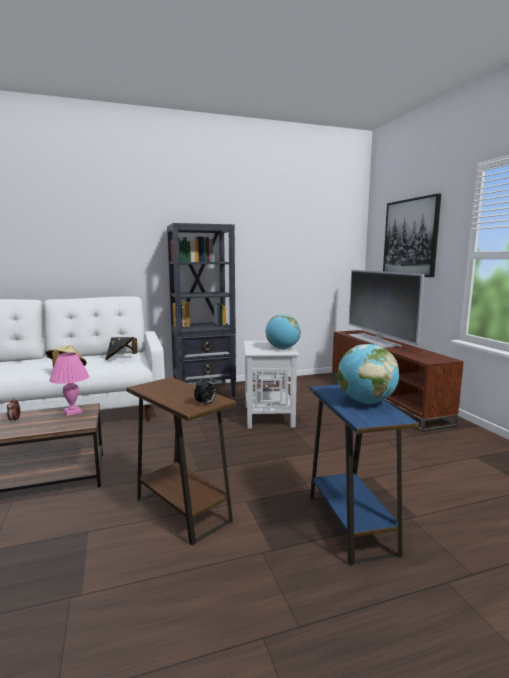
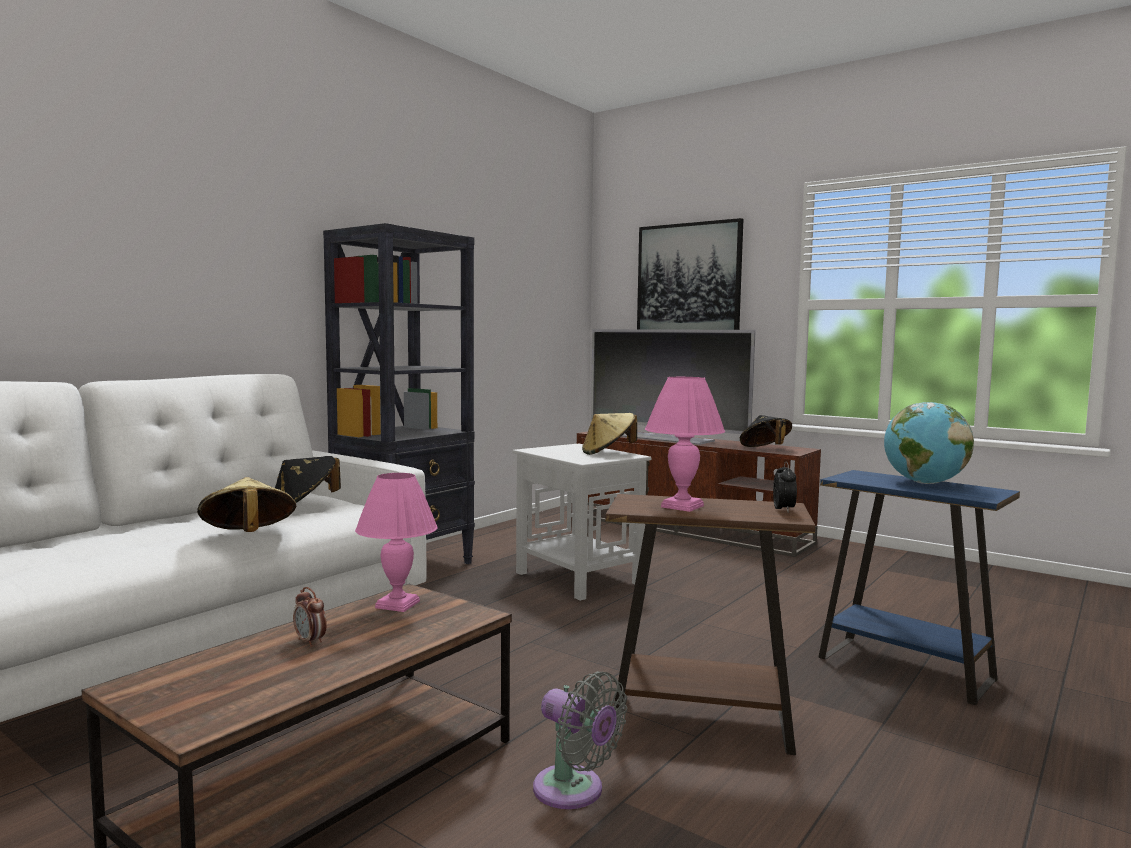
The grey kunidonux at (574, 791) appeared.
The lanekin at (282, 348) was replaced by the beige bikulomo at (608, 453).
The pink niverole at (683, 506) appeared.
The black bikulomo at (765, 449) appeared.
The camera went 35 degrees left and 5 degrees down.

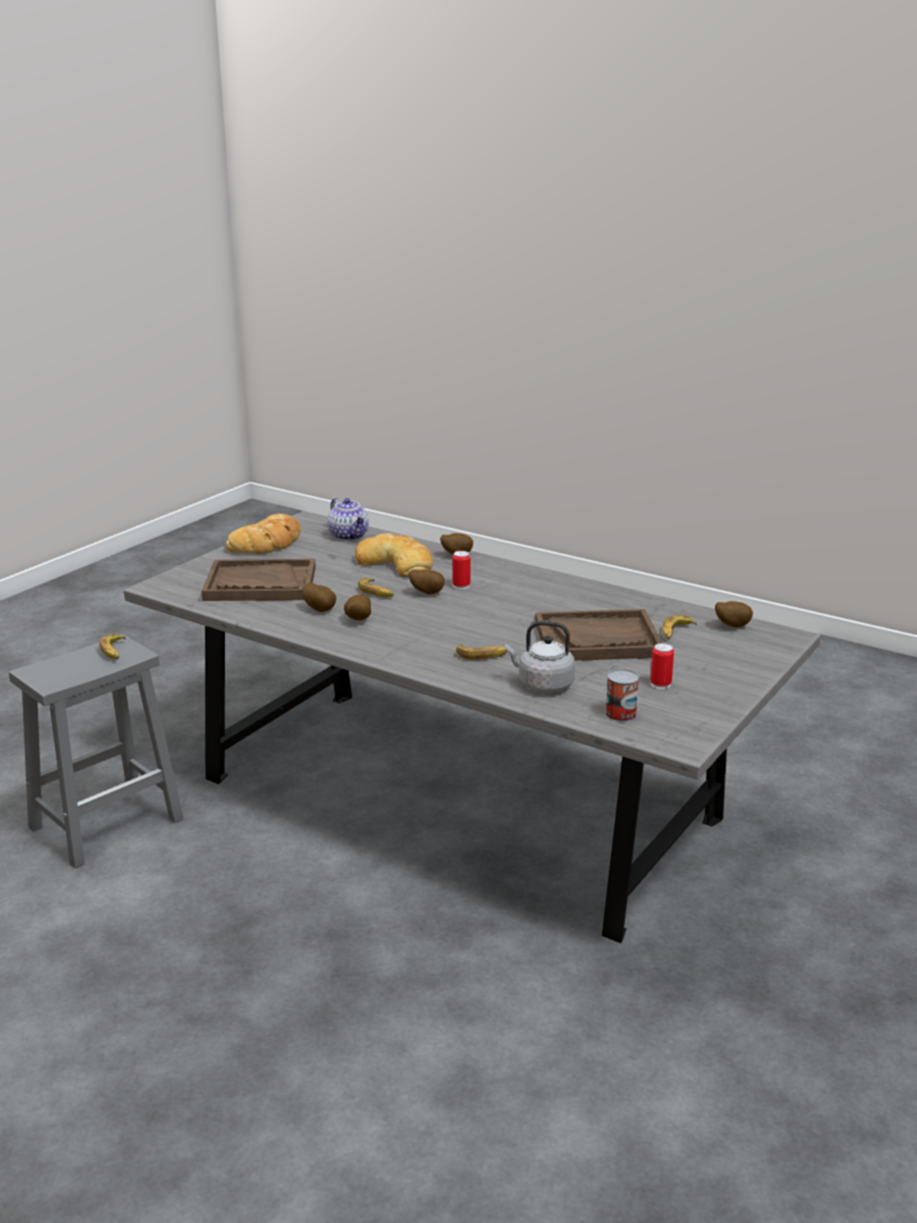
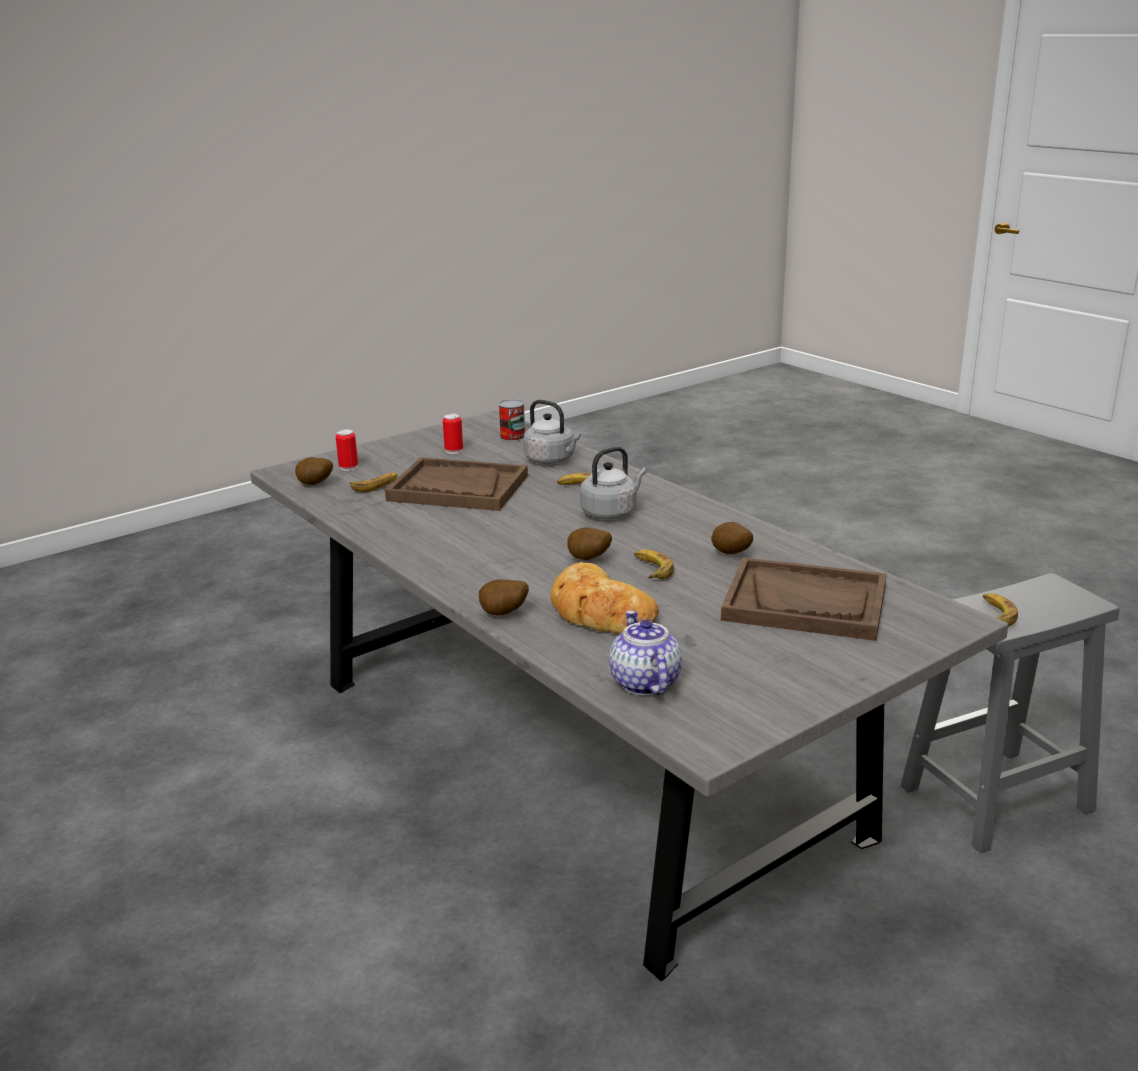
The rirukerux moved from (461, 586) to (348, 467).
The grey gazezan at (611, 512) appeared.
The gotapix at (268, 543) disappeared.
The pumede at (357, 621) disappeared.
The camera went 160 degrees left and 0 degrees up.

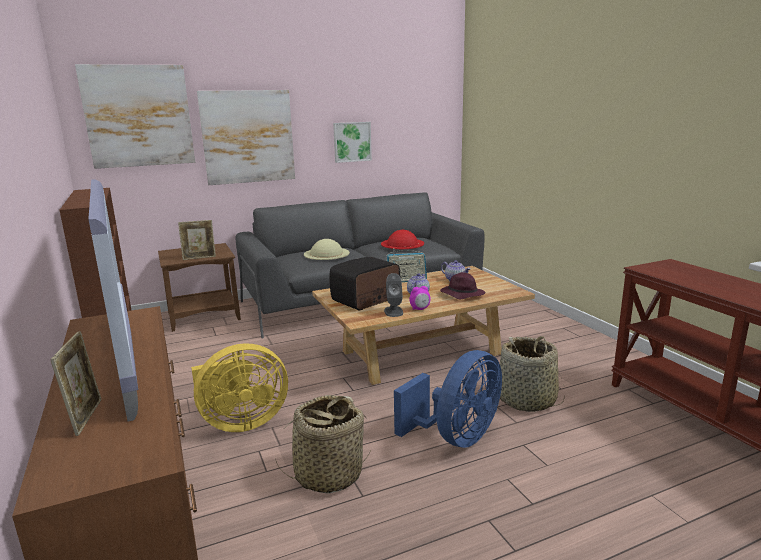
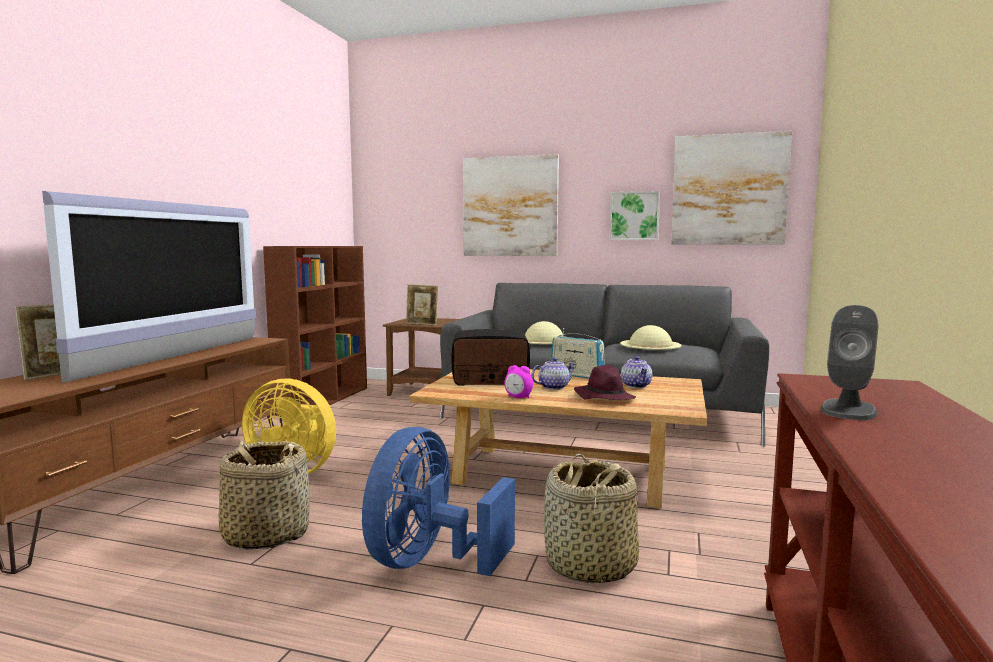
The blue kunidonux at (456, 437) turned 120 degrees clockwise.
The red bikulomo at (402, 243) became the beige bikulomo at (650, 344).
The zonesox moved from (138, 116) to (729, 190).
The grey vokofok moved from (393, 311) to (848, 410).
The camera went 40 degrees right and 10 degrees down.

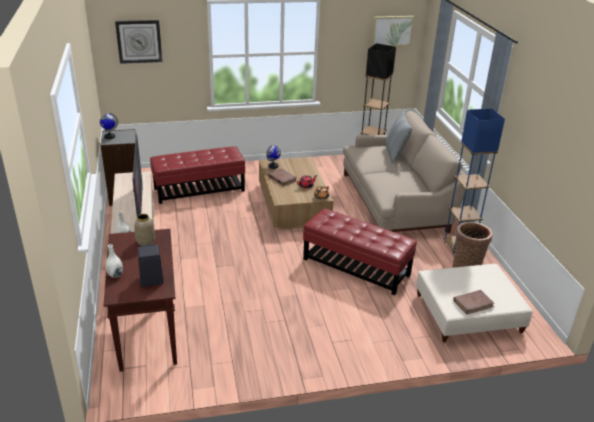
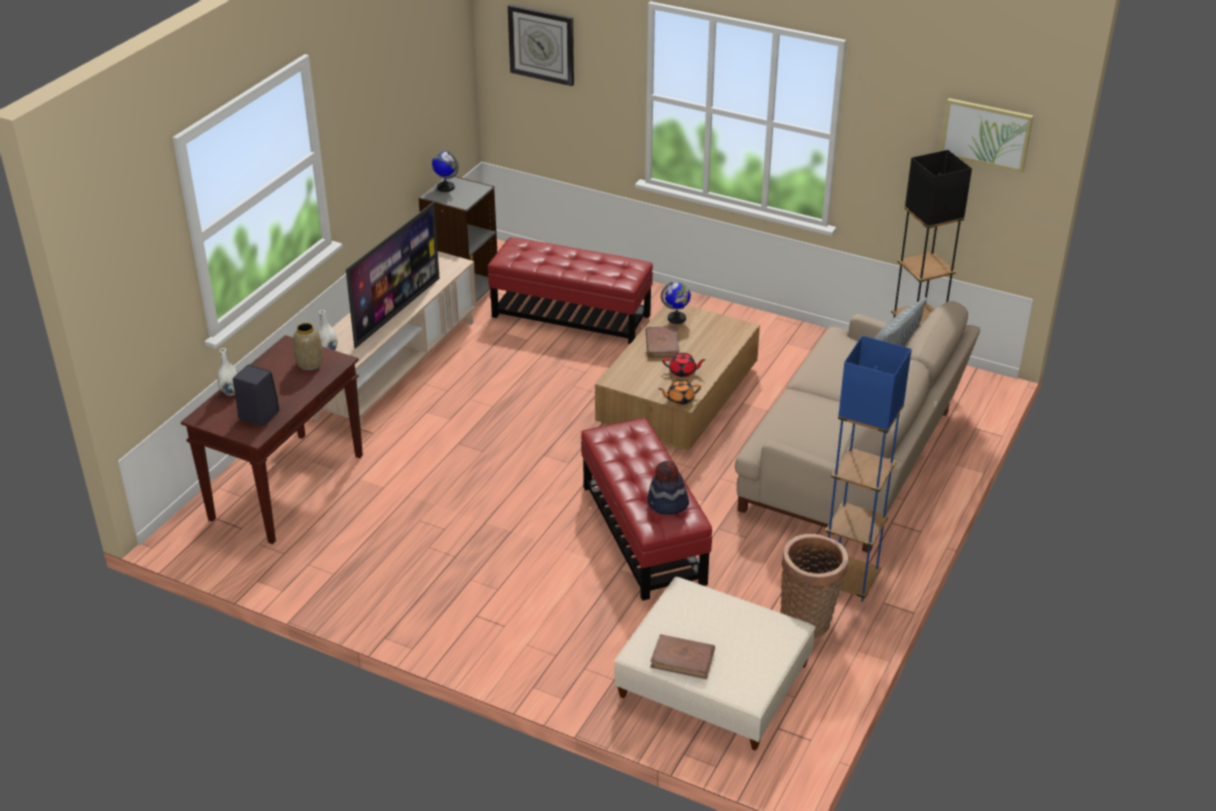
The bikulomo at (667, 504) appeared.
The camera went 40 degrees right and 5 degrees up.

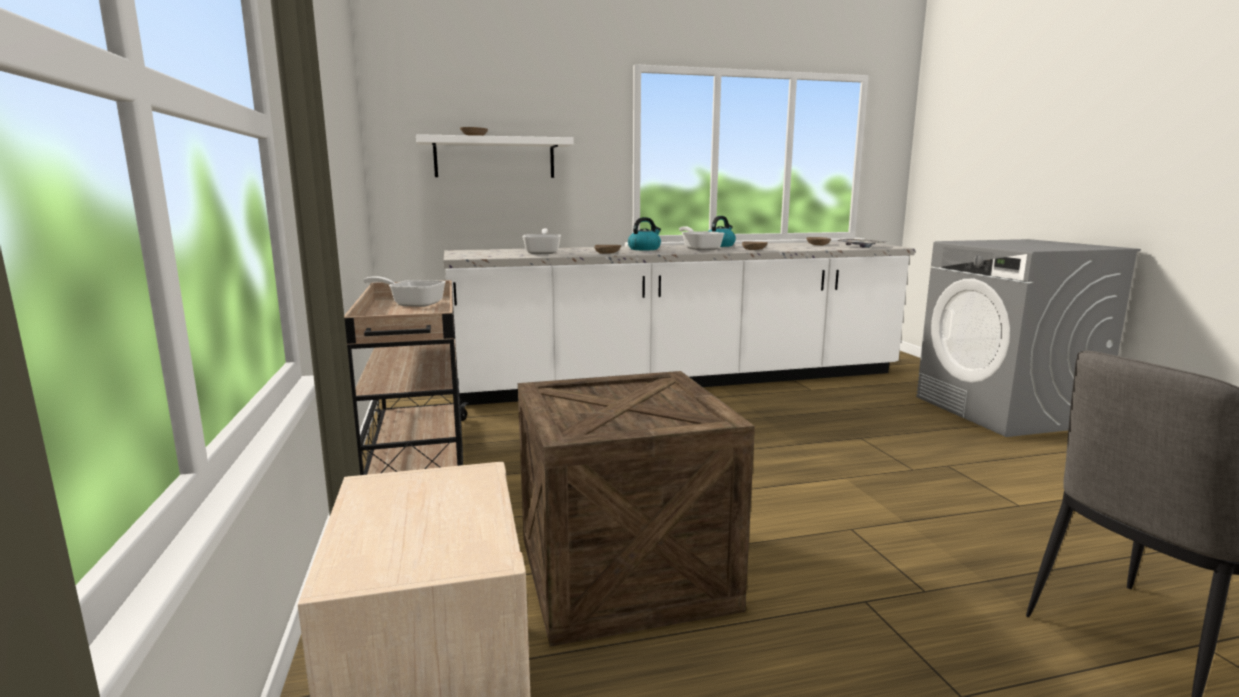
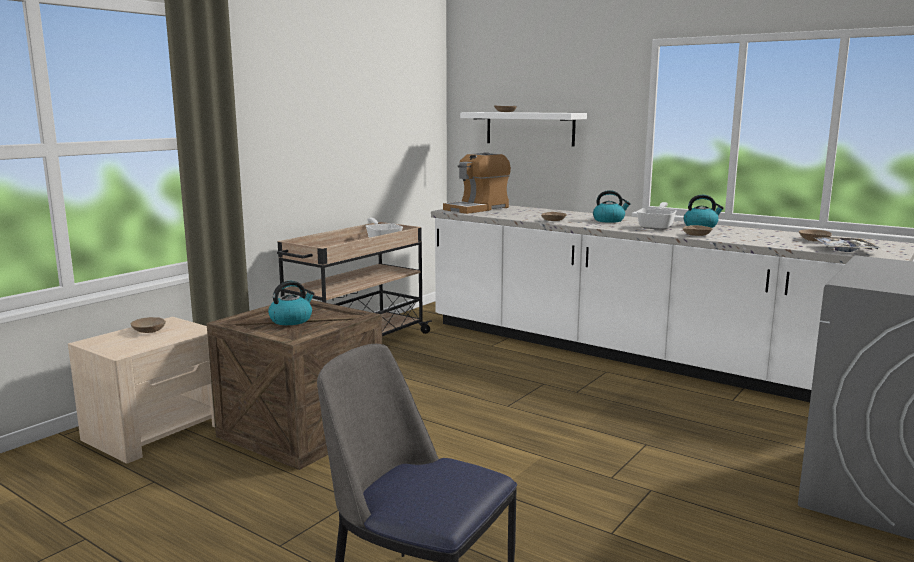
The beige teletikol at (149, 330) appeared.
The gazezan at (291, 320) appeared.
The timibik at (477, 208) appeared.
The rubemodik at (543, 252) disappeared.
The camera went 50 degrees right and 0 degrees up.

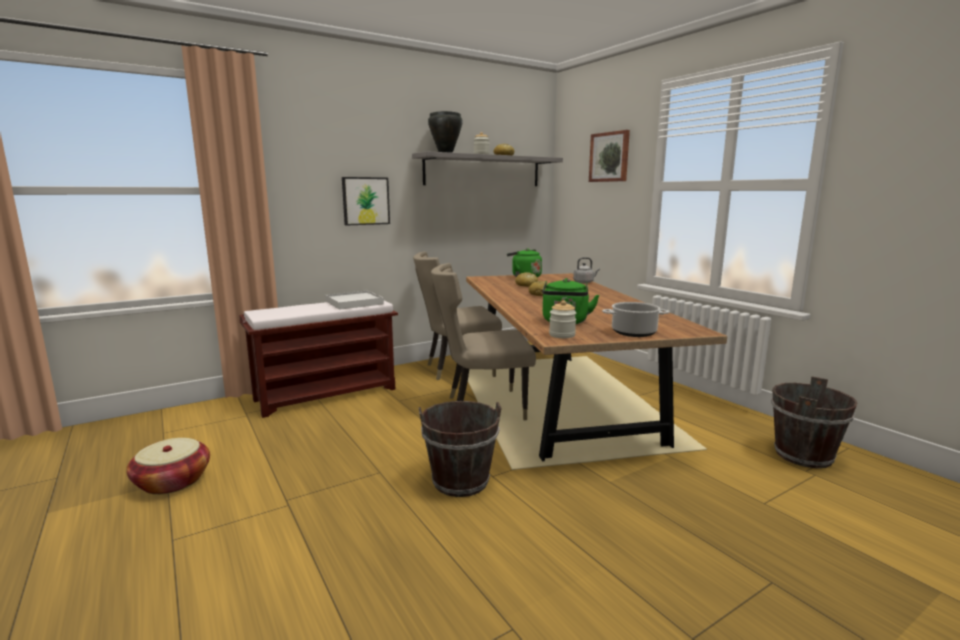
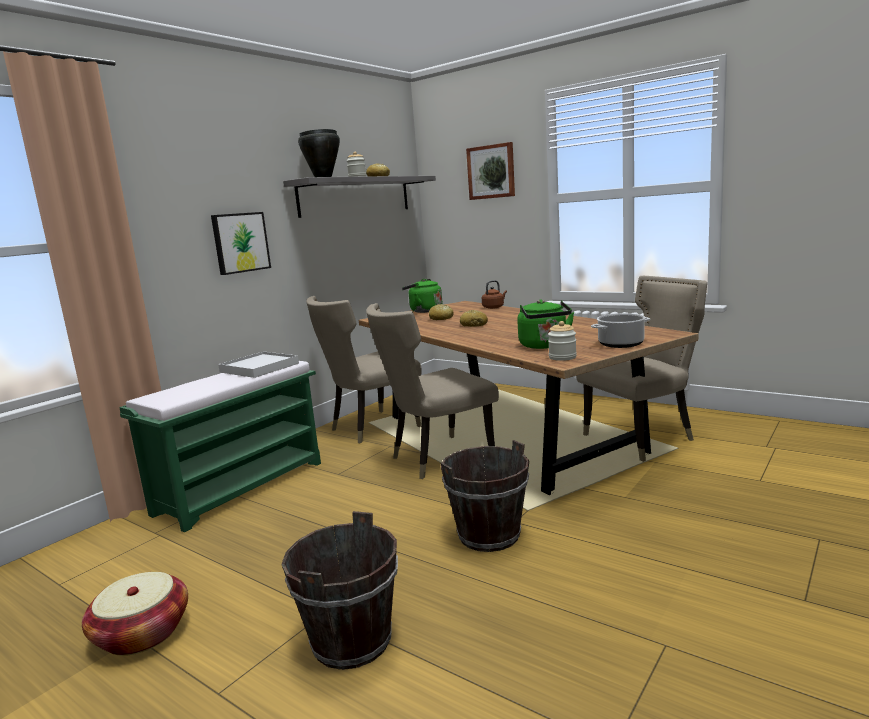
The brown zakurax at (327, 394) became the green zakurax at (242, 487).
The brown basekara moved from (804, 456) to (352, 642).
The grey gazezan at (584, 282) became the brown gazezan at (494, 307).
The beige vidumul at (643, 438) appeared.
The camera went 20 degrees left and 0 degrees up.

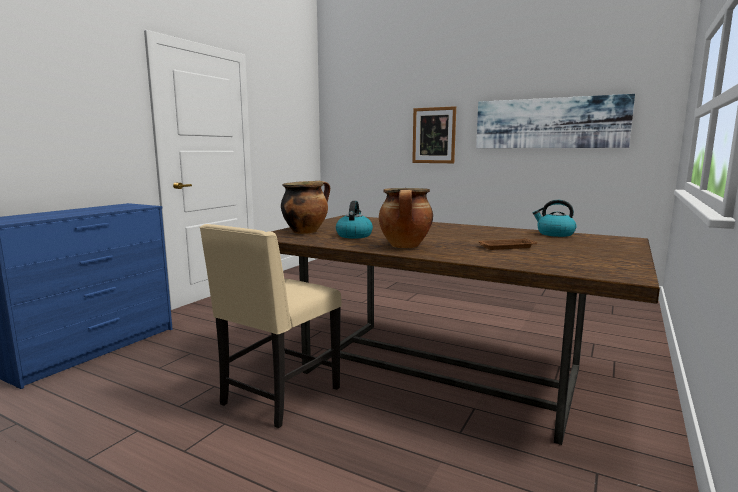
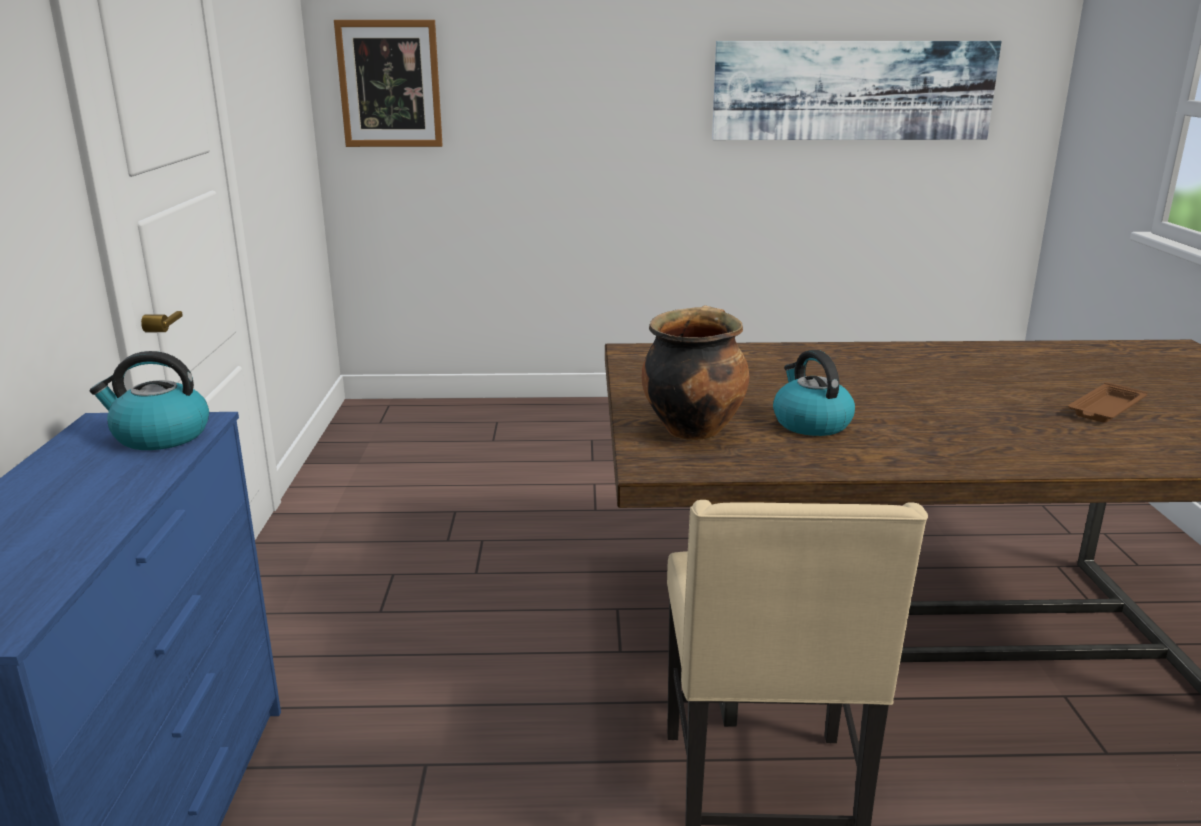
The gazezan moved from (554, 234) to (160, 436).
The zonesox moved from (434, 135) to (389, 84).
The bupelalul at (405, 246) disappeared.
The camera went 30 degrees left and 10 degrees up.

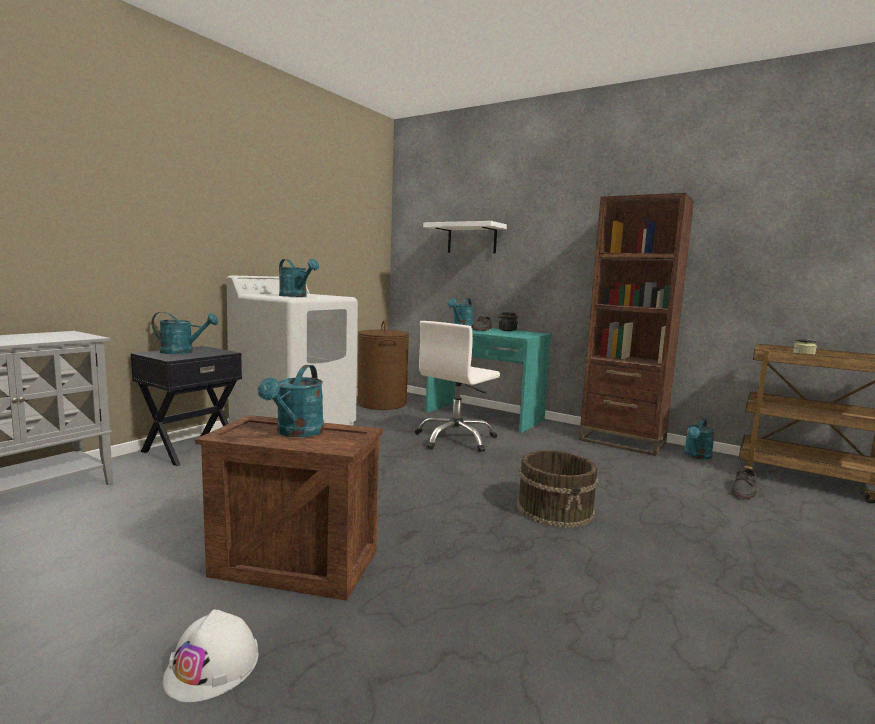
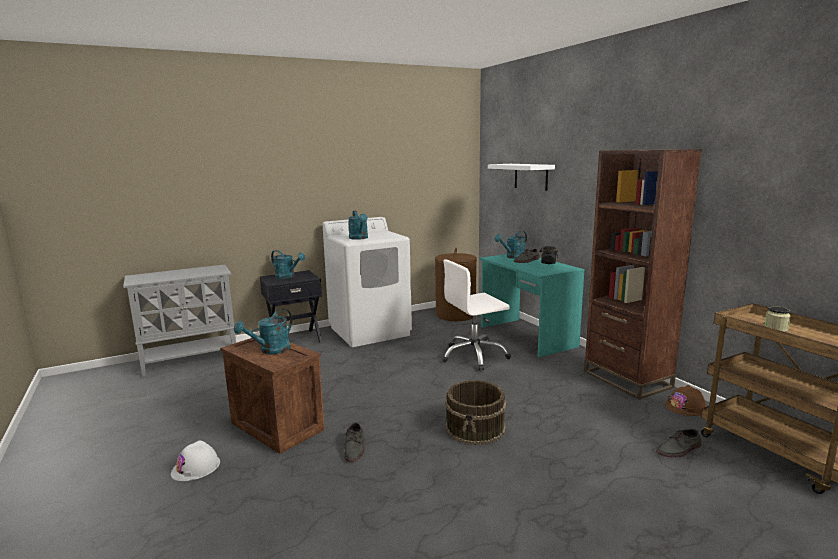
The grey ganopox at (355, 448) appeared.
The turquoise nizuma at (696, 456) was replaced by the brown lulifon at (685, 407).
The camera went 30 degrees right and 5 degrees up.

